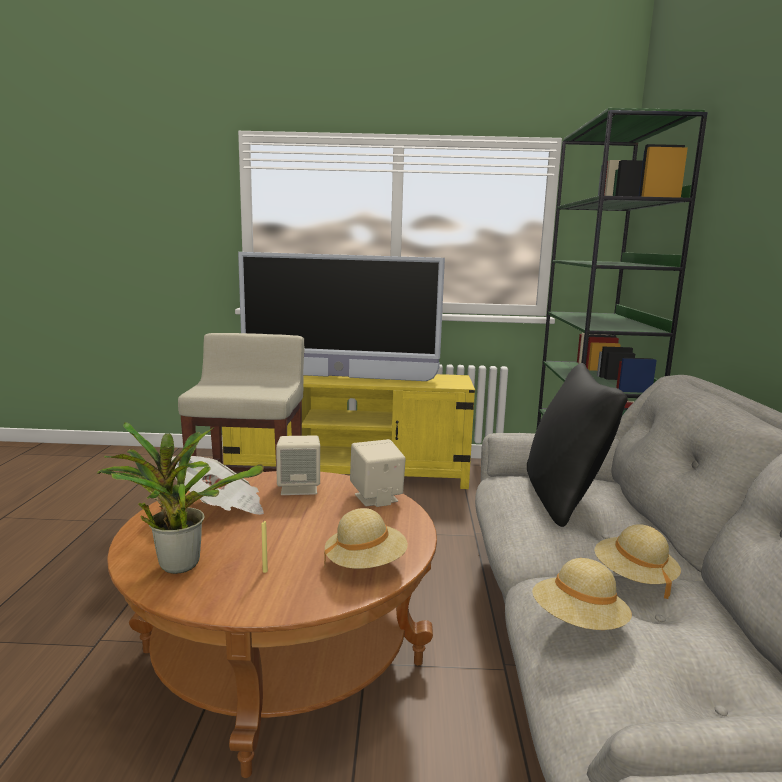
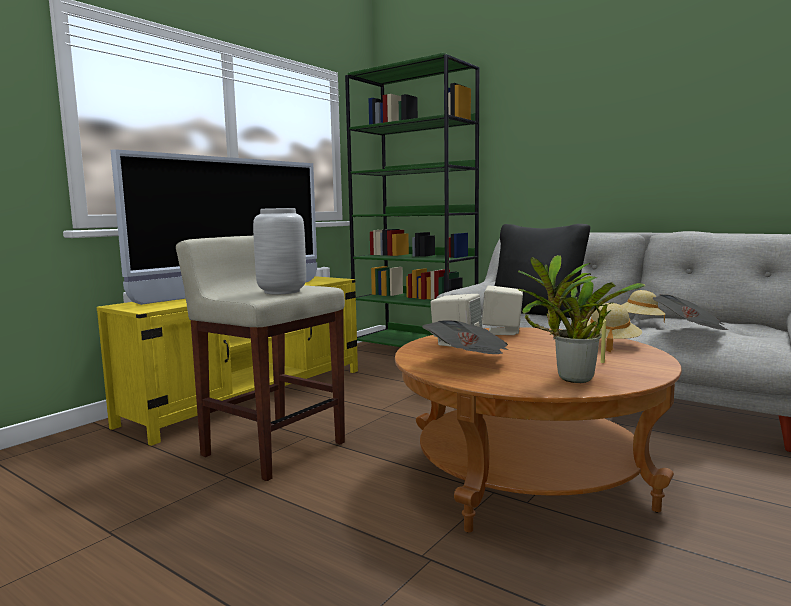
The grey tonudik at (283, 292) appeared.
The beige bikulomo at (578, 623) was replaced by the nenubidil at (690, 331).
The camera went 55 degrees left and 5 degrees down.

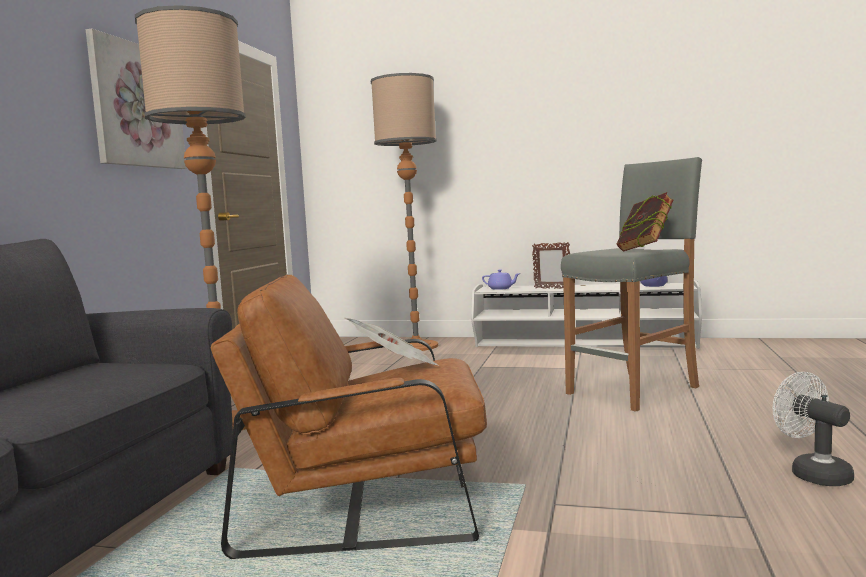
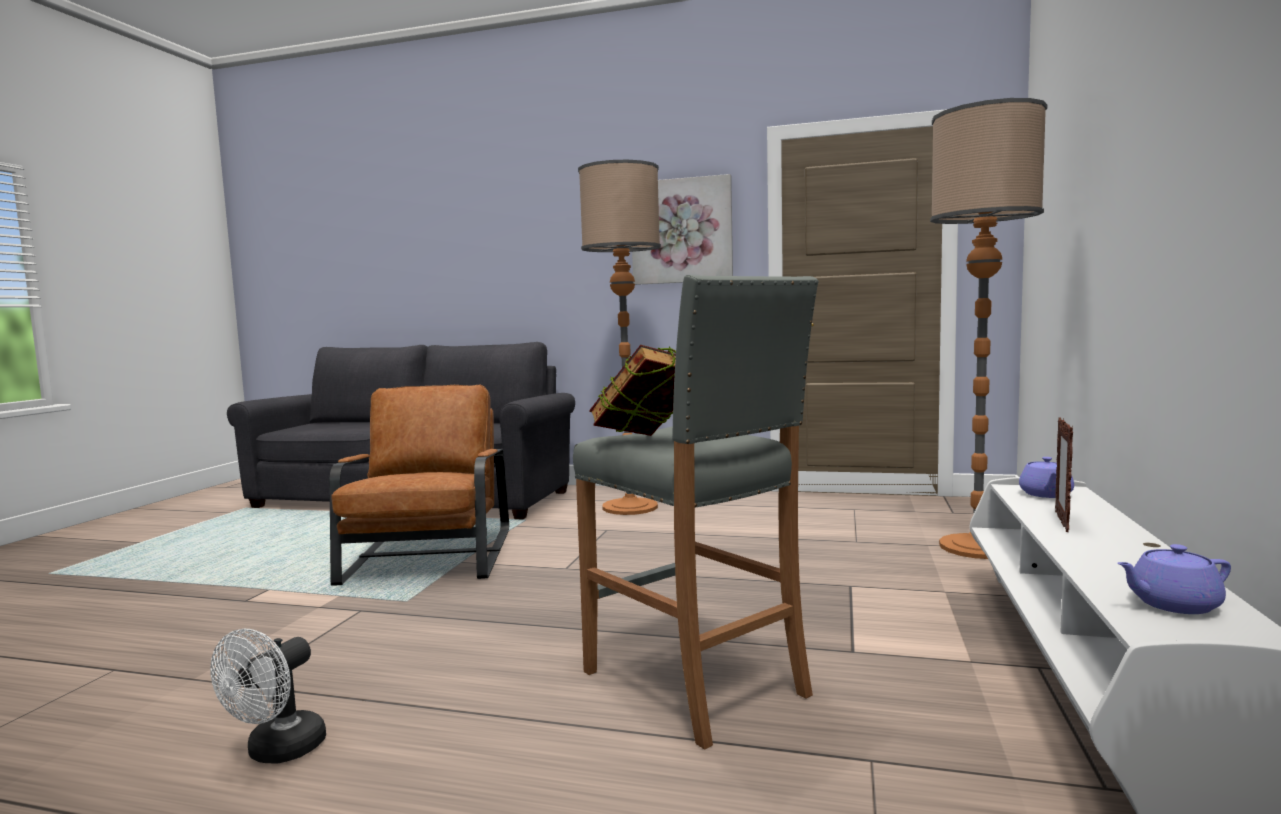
The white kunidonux at (813, 473) turned 135 degrees clockwise.
The nenubidil at (394, 366) disappeared.
The camera went 90 degrees right and 0 degrees up.

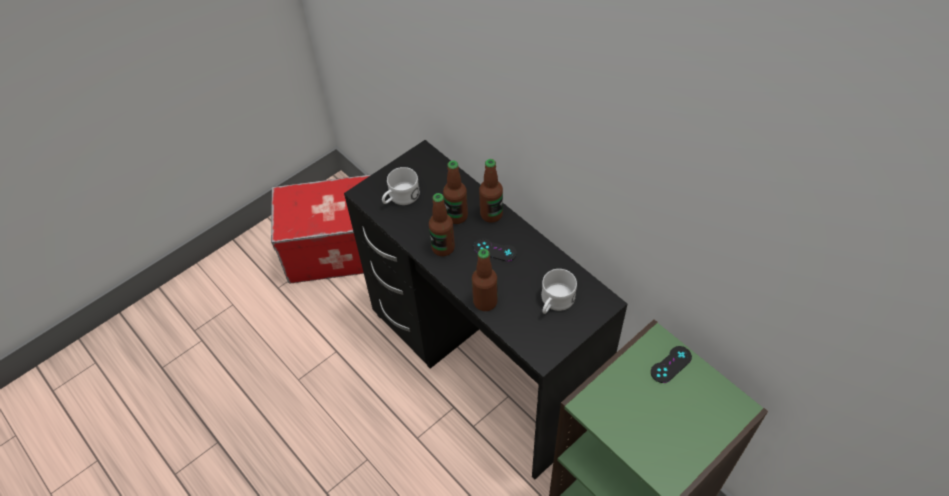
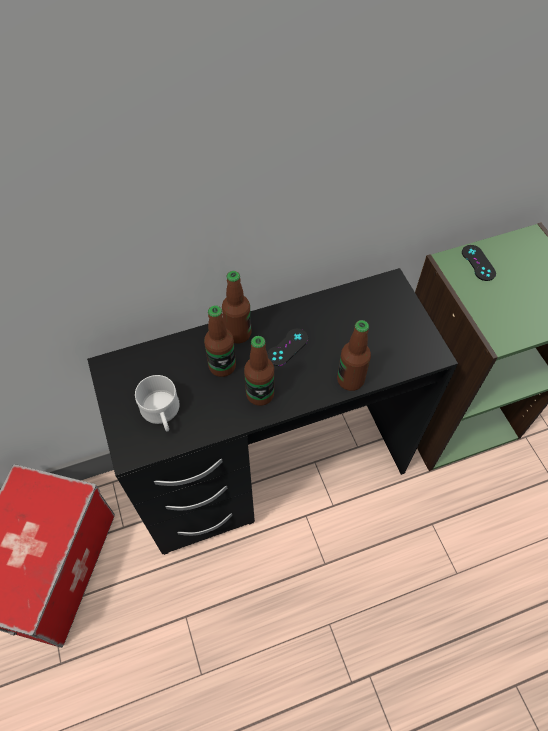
The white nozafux at (554, 302) disappeared.
The camera went 70 degrees left and 5 degrees up.

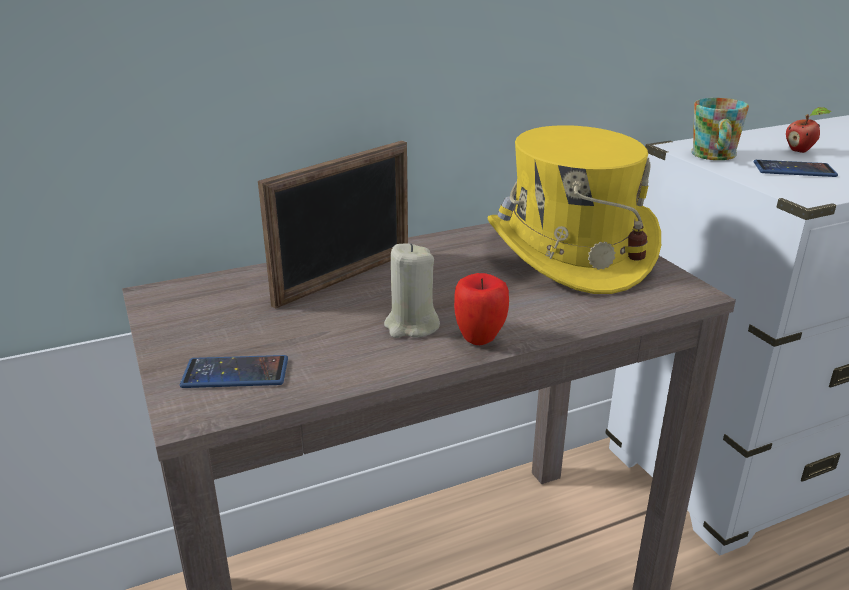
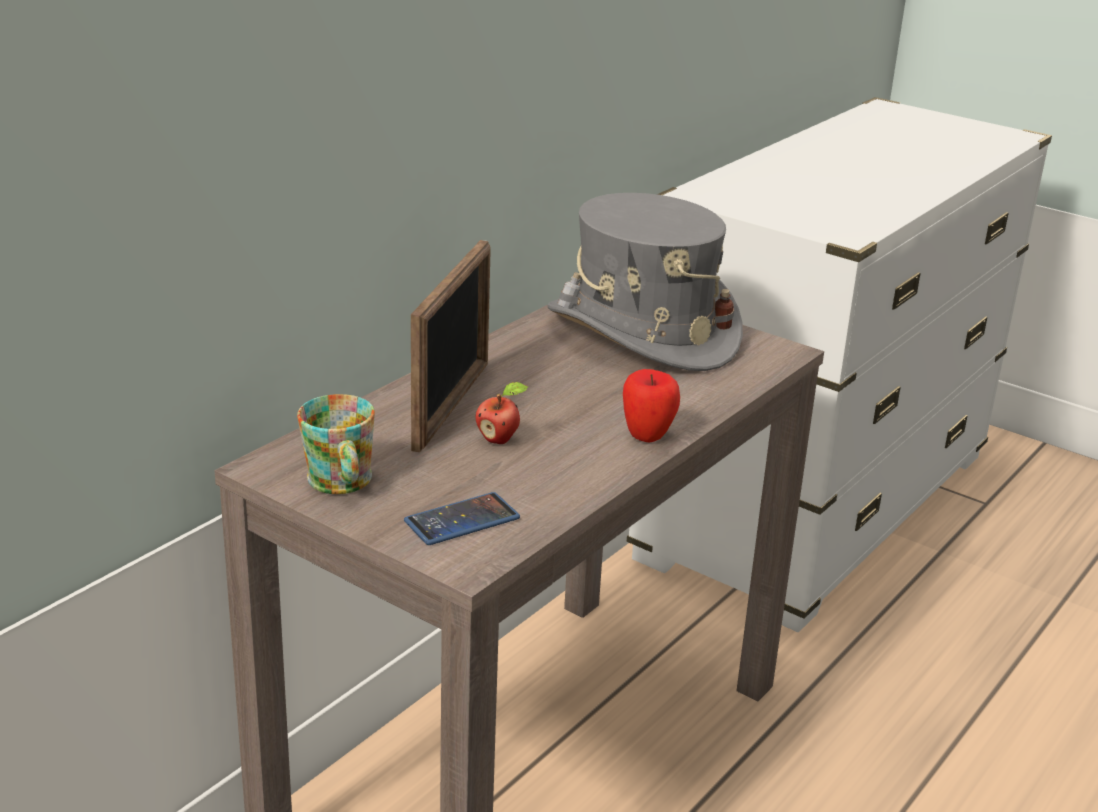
The nozafux moved from (713, 156) to (340, 483).
The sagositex moved from (800, 151) to (499, 440).
The yellow bikulomo at (568, 252) became the grey bikulomo at (642, 332).
The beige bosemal at (411, 326) disappeared.
The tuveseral at (794, 170) disappeared.
The camera went 30 degrees left and 0 degrees up.

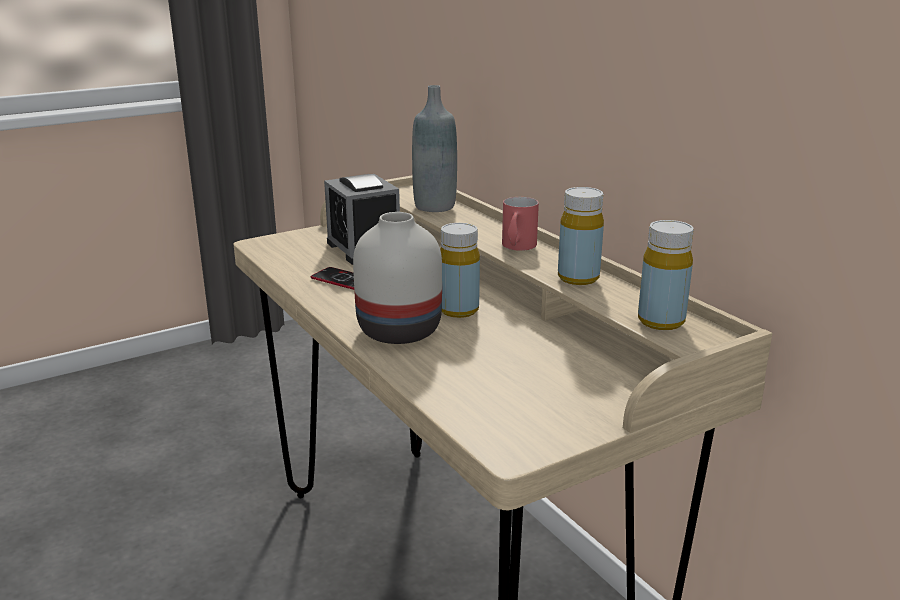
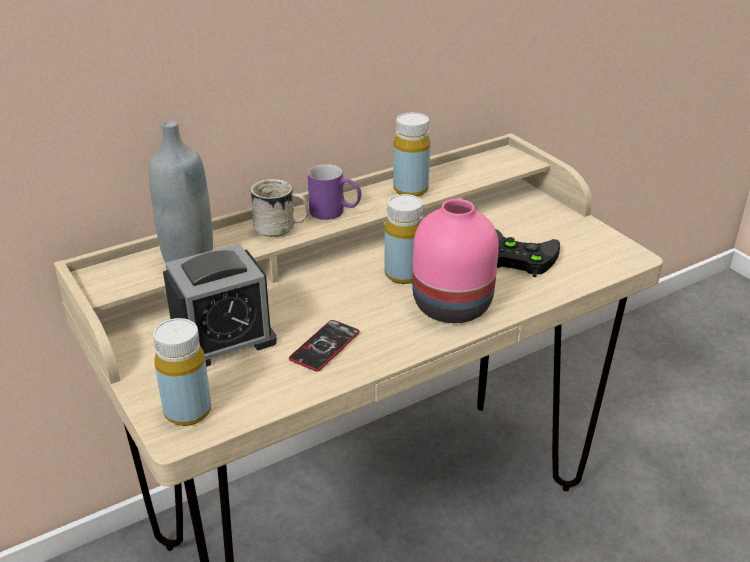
The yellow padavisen moved from (661, 321) to (188, 411).
The white nozafux at (281, 228) appeared.
The red nozafux at (517, 248) became the purple nozafux at (335, 212).
The white tonudik at (397, 330) became the pink tonudik at (451, 307).
The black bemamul at (515, 258) appeared.
The camera went 90 degrees left and 10 degrees up.

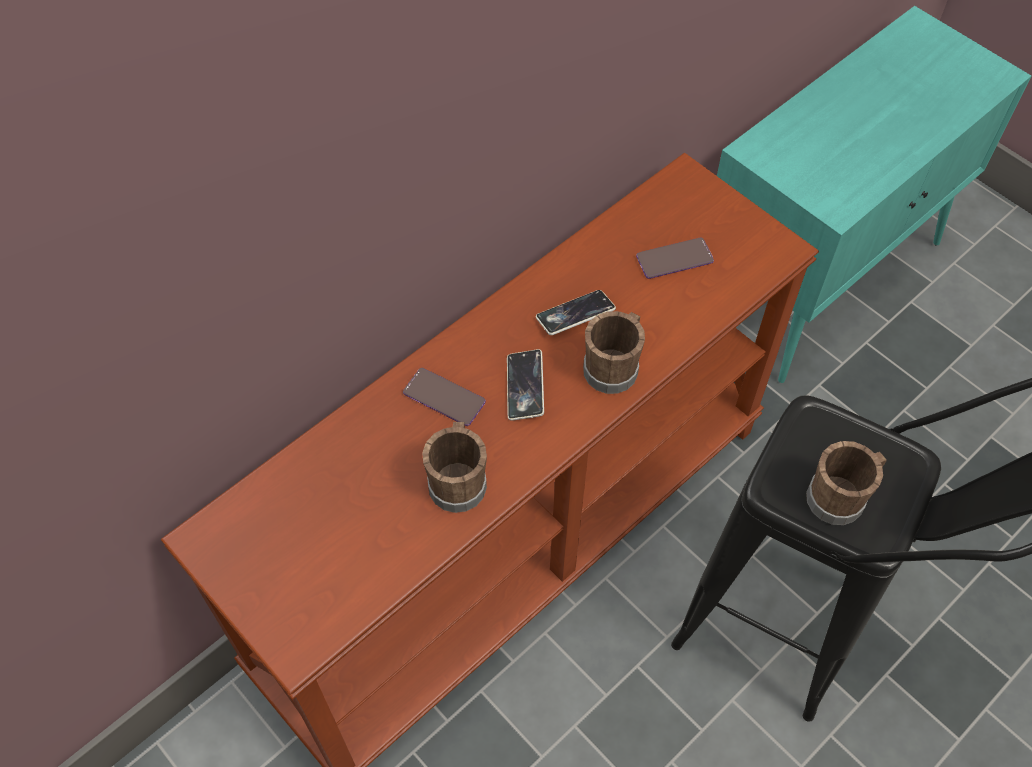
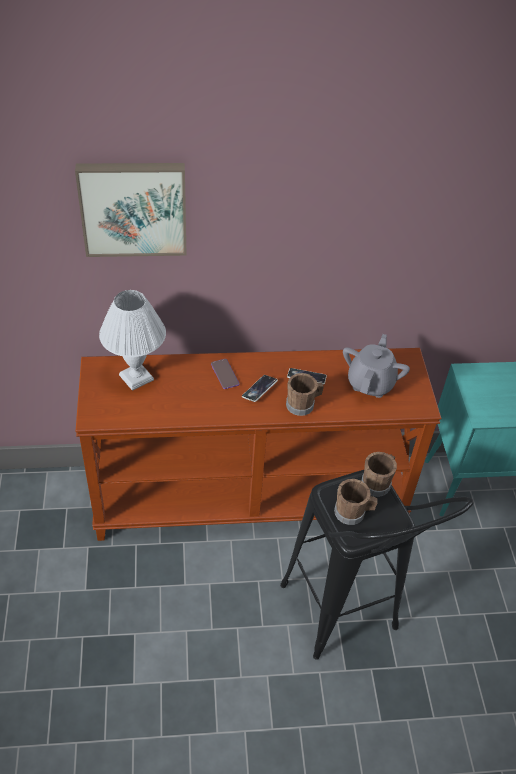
The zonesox at (133, 207) appeared.
The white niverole at (136, 378) appeared.
The tuveseral at (674, 259) was replaced by the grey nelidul at (371, 383).
The brown nozafux moved from (458, 480) to (377, 482).
The camera went 35 degrees right and 10 degrees down.

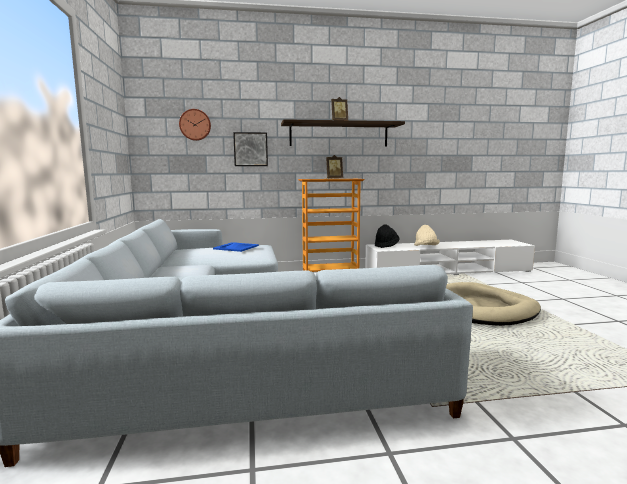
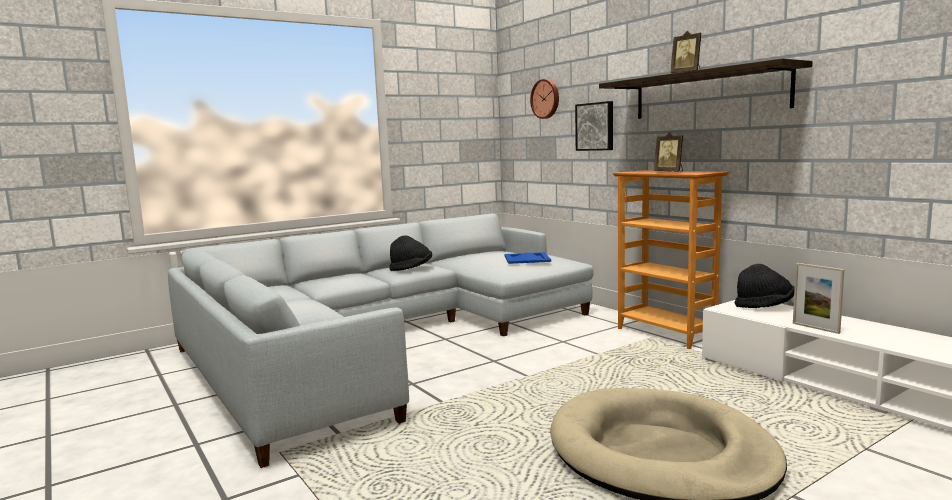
The black bikulomo at (411, 269) appeared.
The beige bikulomo at (426, 247) was replaced by the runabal at (815, 328).
The camera went 65 degrees right and 0 degrees up.

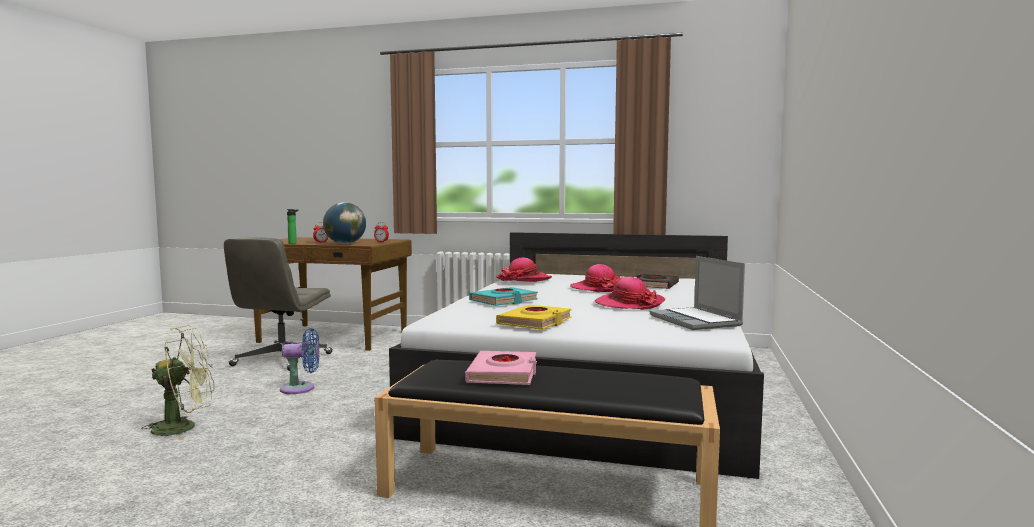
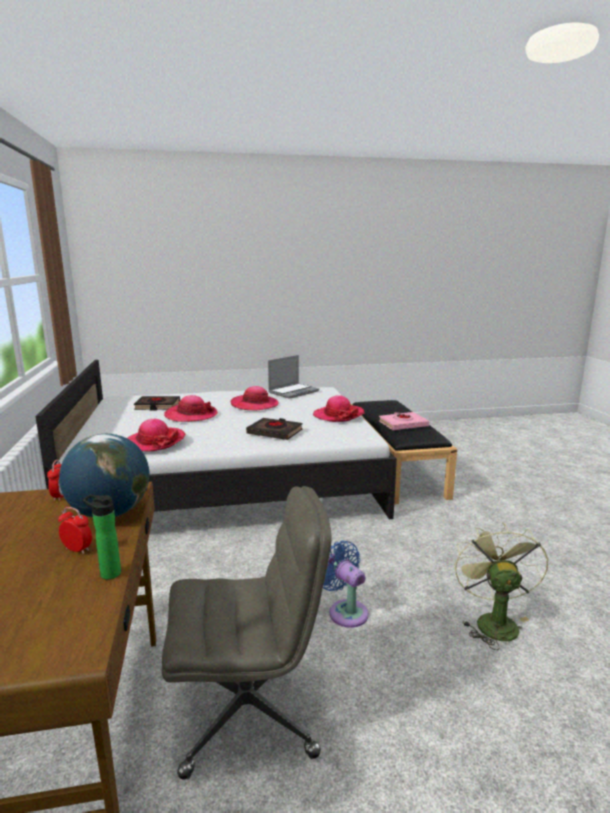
The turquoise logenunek at (503, 301) became the black logenunek at (275, 432).
The yellow logenunek at (535, 322) was replaced by the bikulomo at (338, 415).
The green kunidonux at (184, 427) turned 45 degrees clockwise.
The camera went 115 degrees left and 10 degrees up.

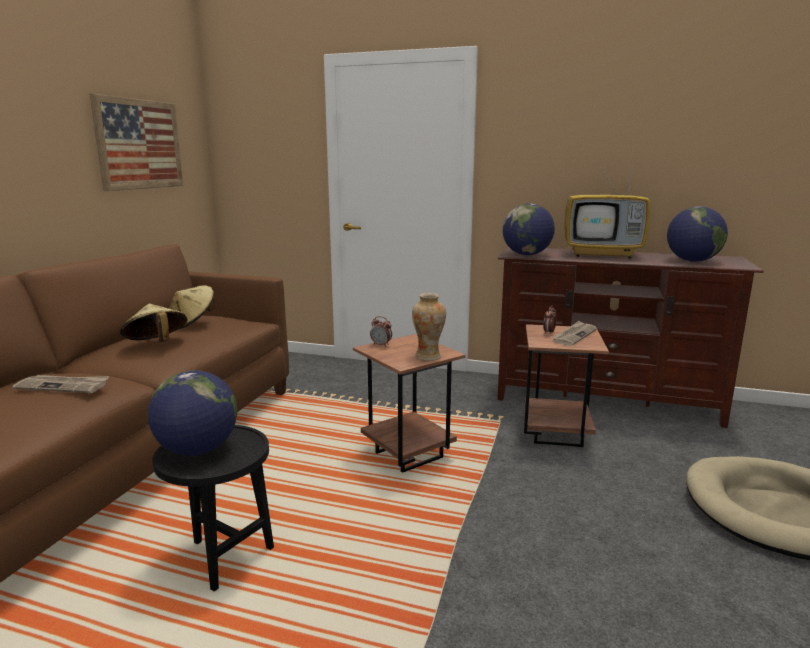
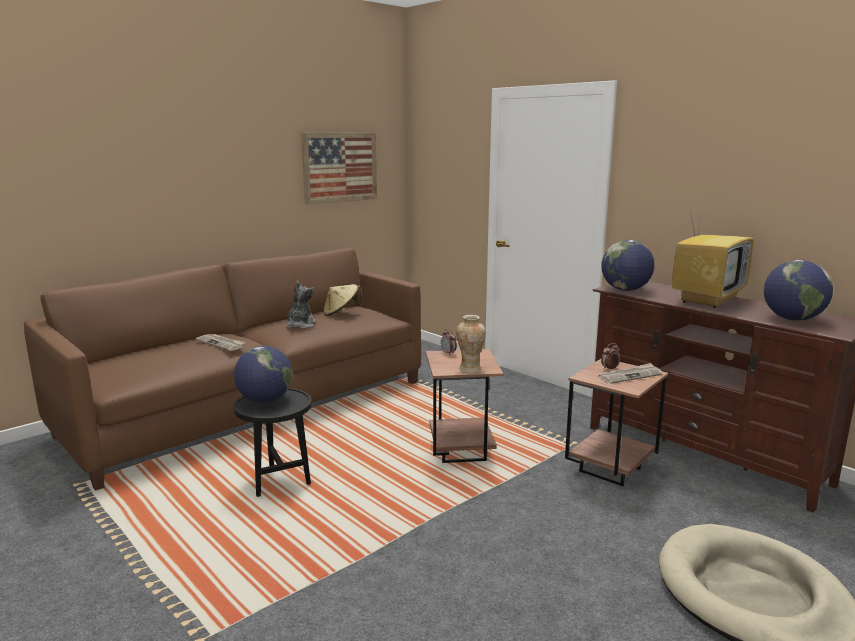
The beige bikulomo at (156, 344) was replaced by the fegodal at (300, 325).
The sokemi at (603, 254) turned 90 degrees counterclockwise.
The camera went 30 degrees right and 0 degrees up.

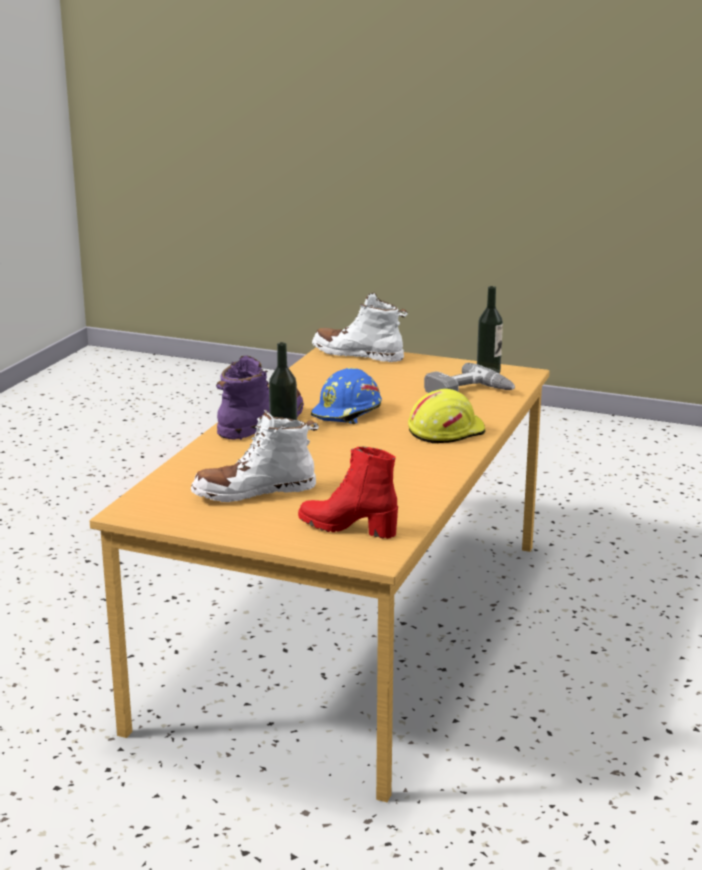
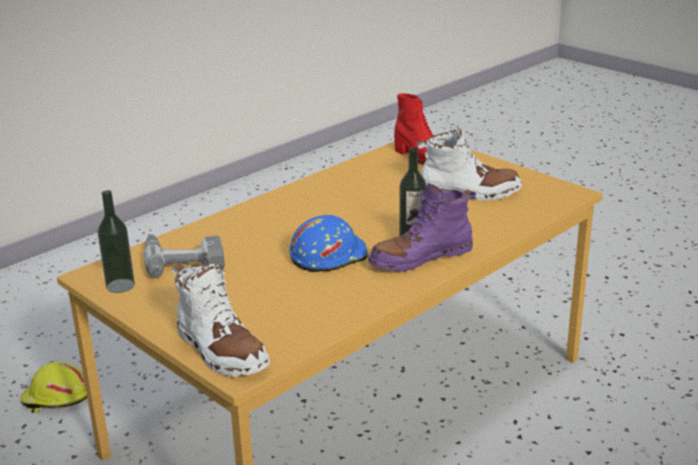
The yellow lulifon moved from (445, 431) to (56, 398).
The camera went 155 degrees left and 5 degrees up.

